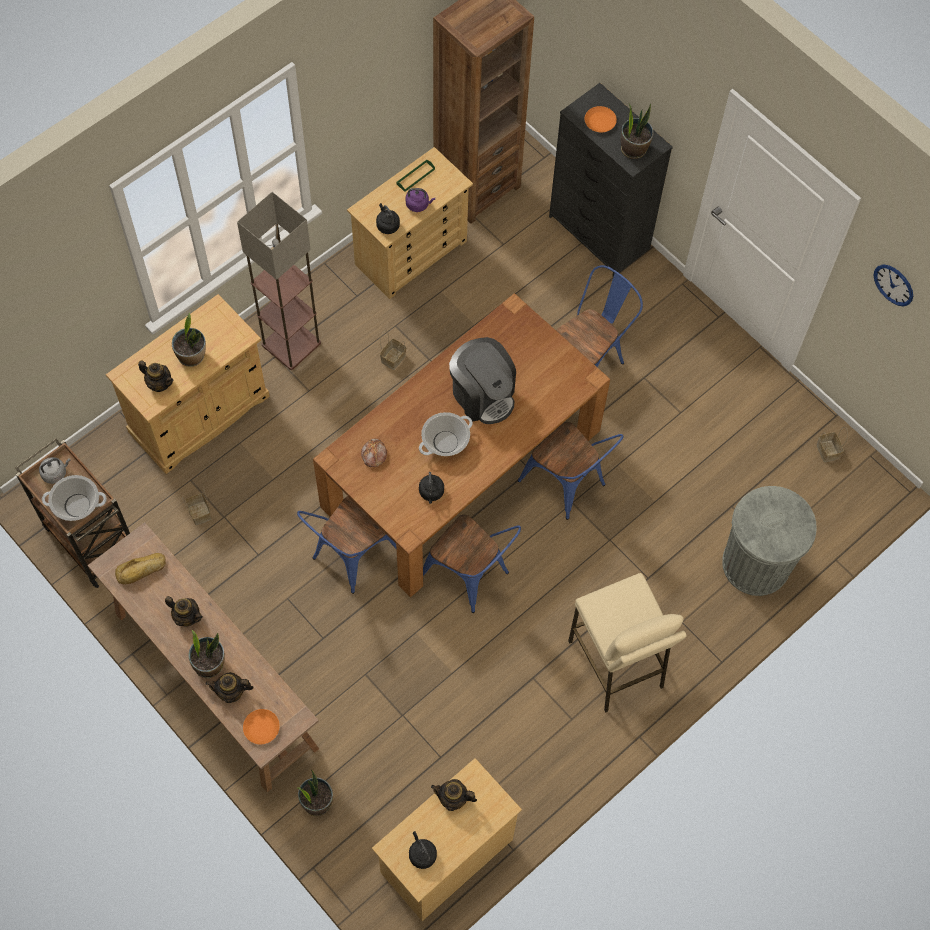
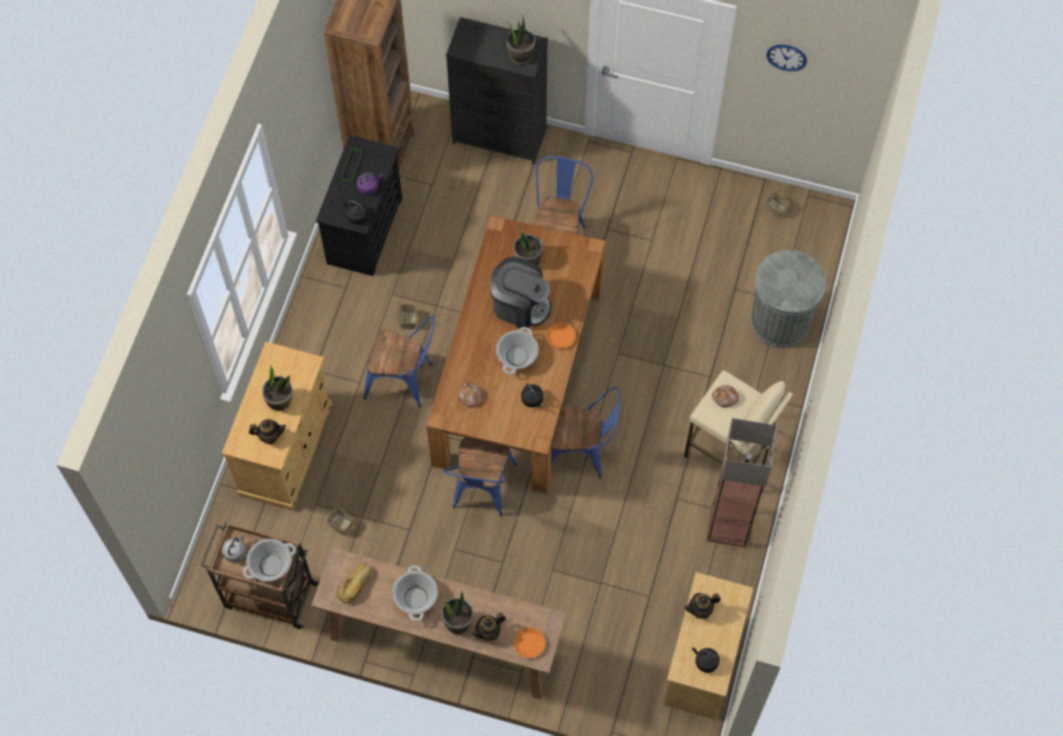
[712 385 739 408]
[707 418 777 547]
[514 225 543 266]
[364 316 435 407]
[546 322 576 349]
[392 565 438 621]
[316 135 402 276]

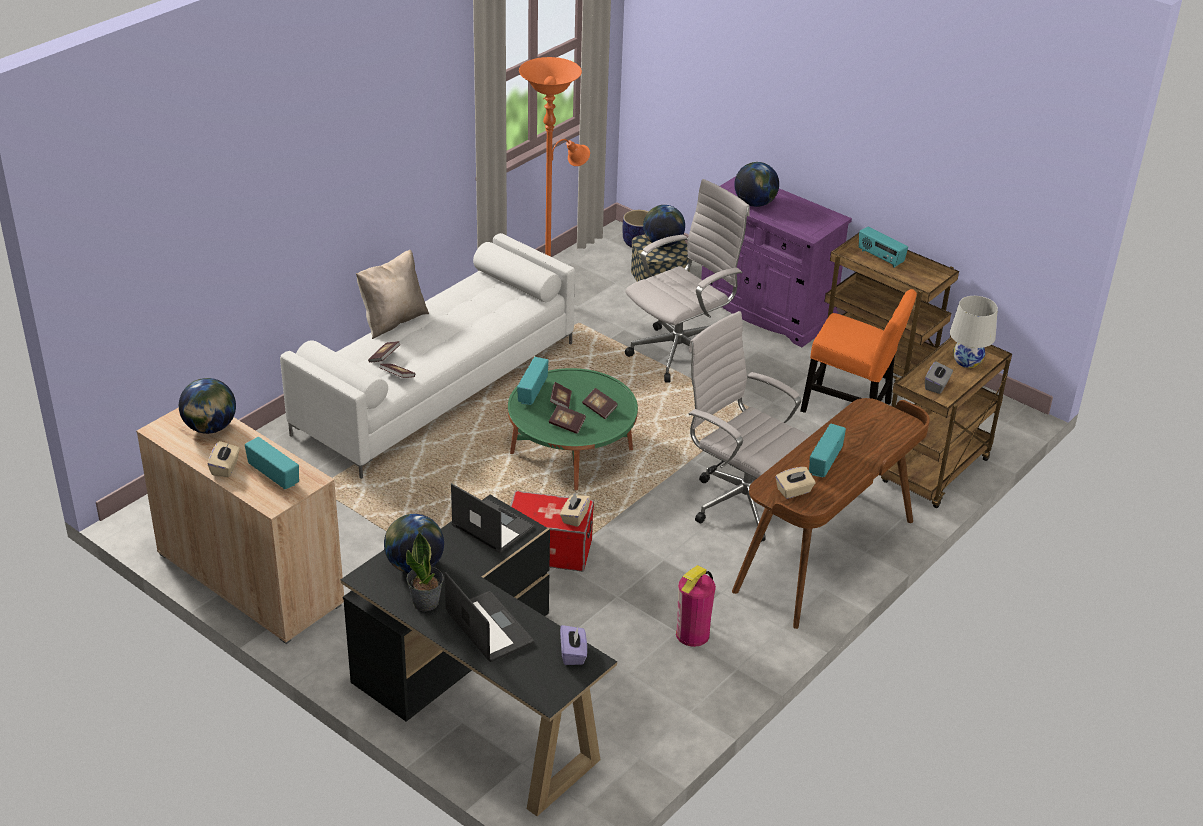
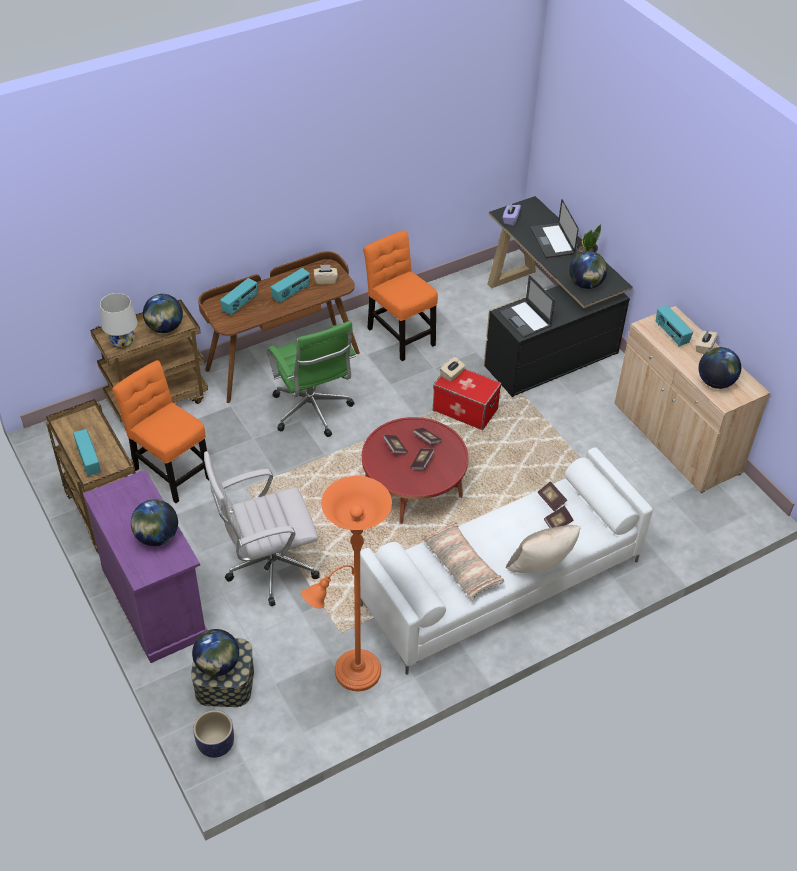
[421 522 504 600]
[220 278 257 316]
[363 230 438 361]
[143 294 183 333]
[362 417 468 524]
[267 321 356 437]

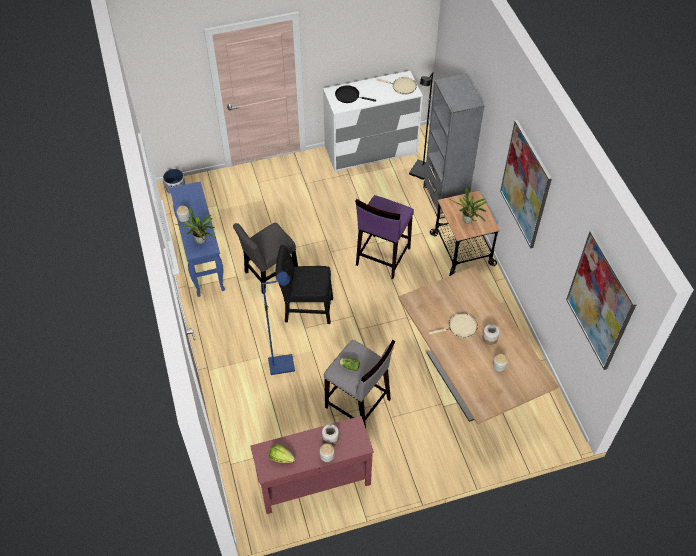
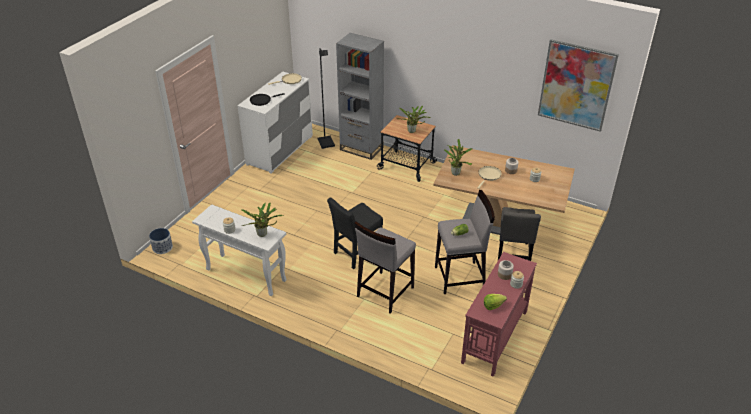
[355 195 414 279] (first image)
[500 120 552 248] (first image)
[444 139 473 176]
[498 207 541 261]
[354 221 416 314]
[192 204 287 296]

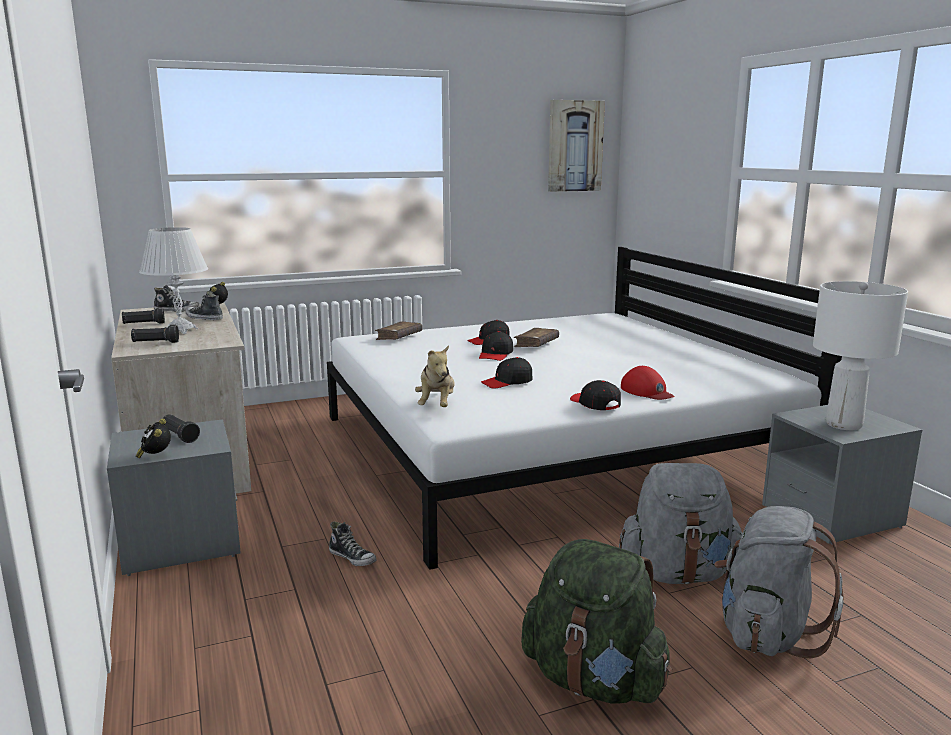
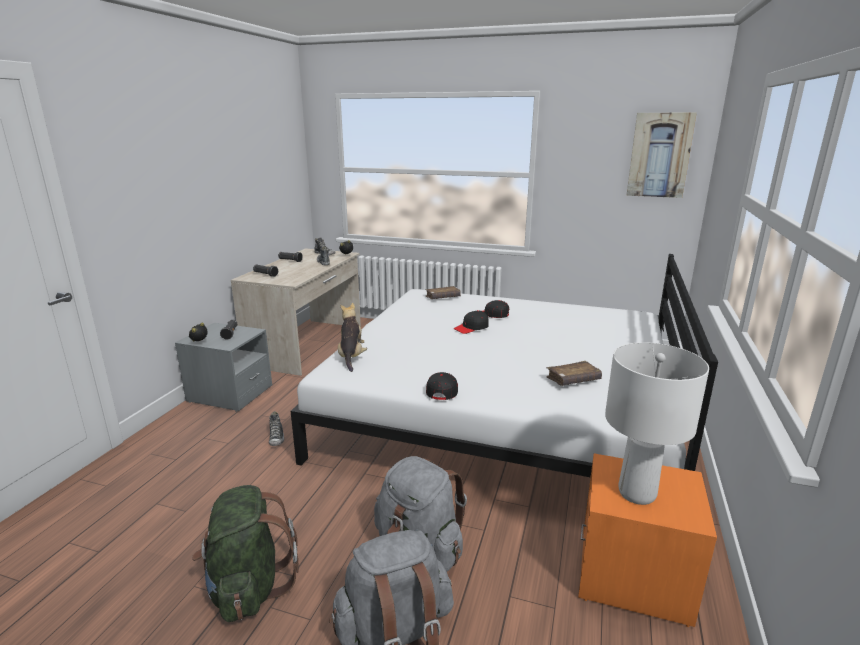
[139 227 208 334] (first image)
[481 357 533 389] (first image)
[621 366 675 400] (first image)
[546 361 602 386]
[578 453 717 627]
[338 303 367 372]

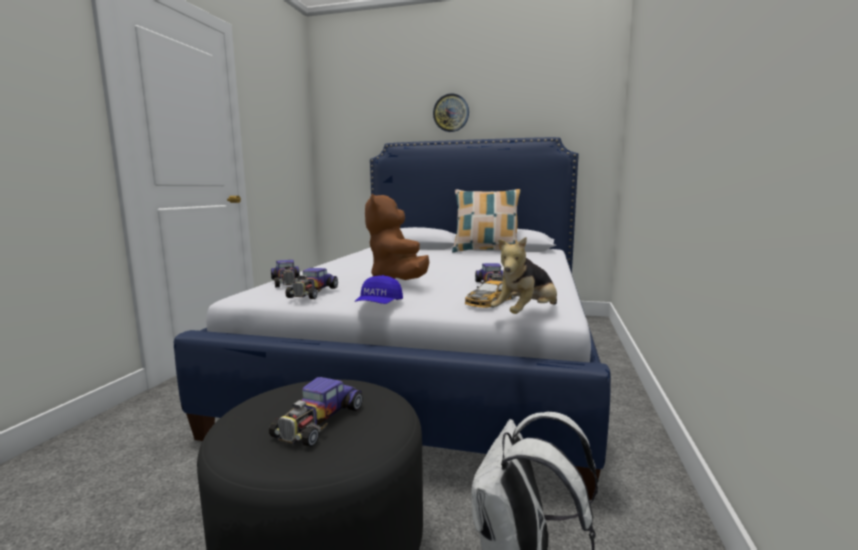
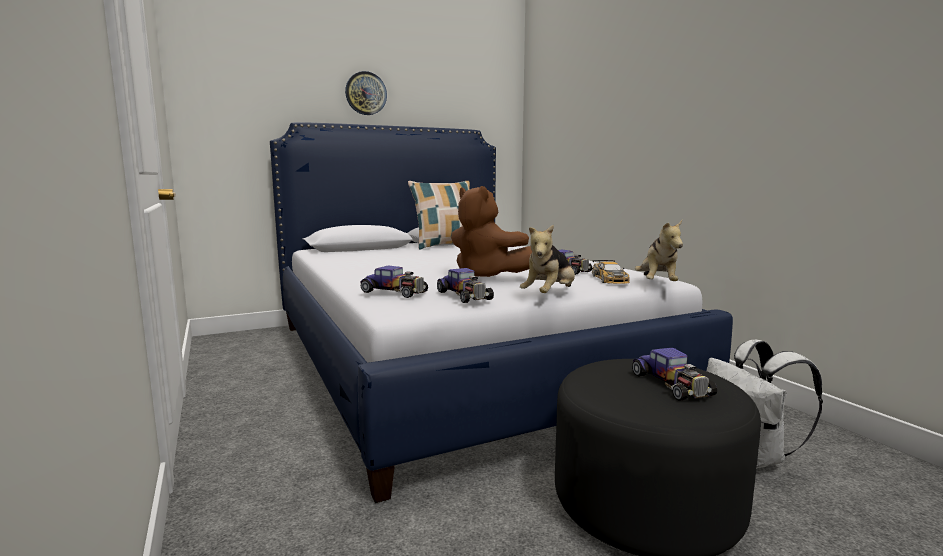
[520 225 575 293]

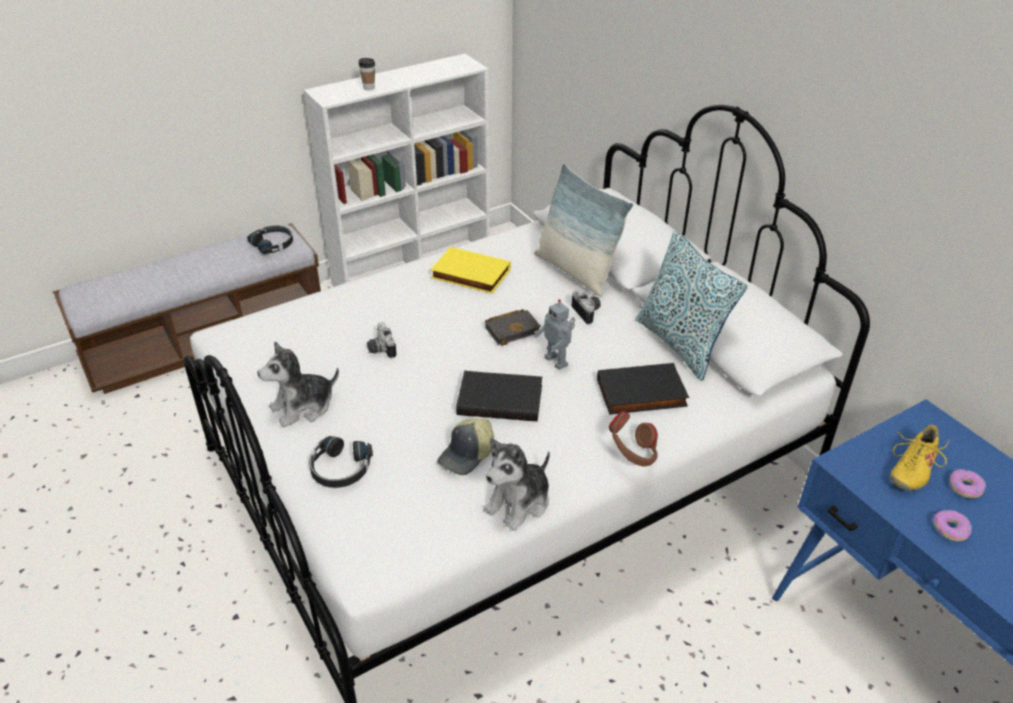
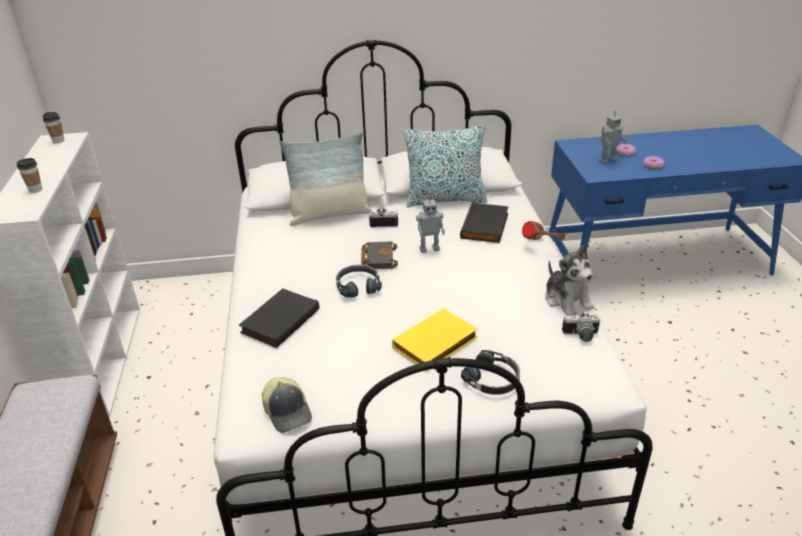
[257 341 339 428] (first image)
[43 112 64 143]
[336 265 382 298]
[562 311 600 342]
[392 308 478 372]
[262 377 312 433]
[239 288 319 348]
[599 111 628 164]

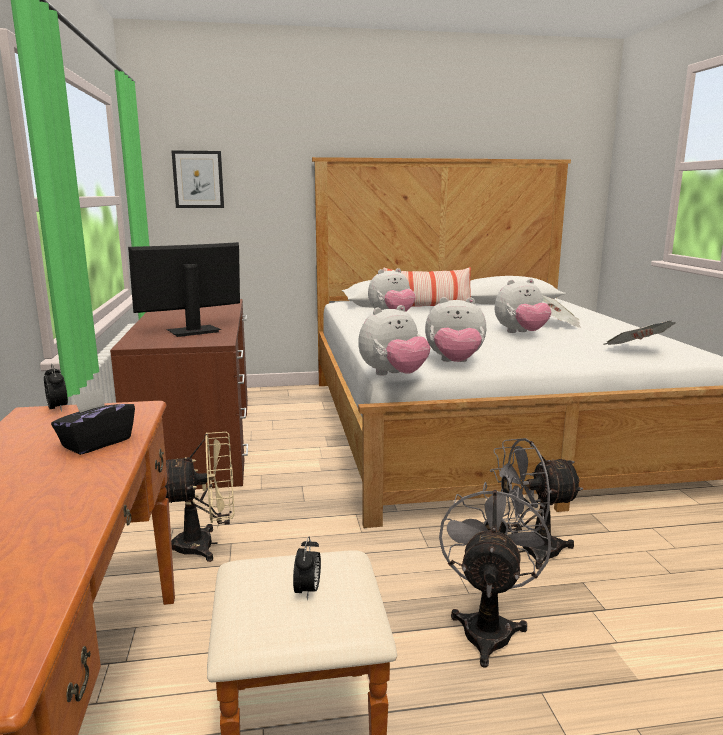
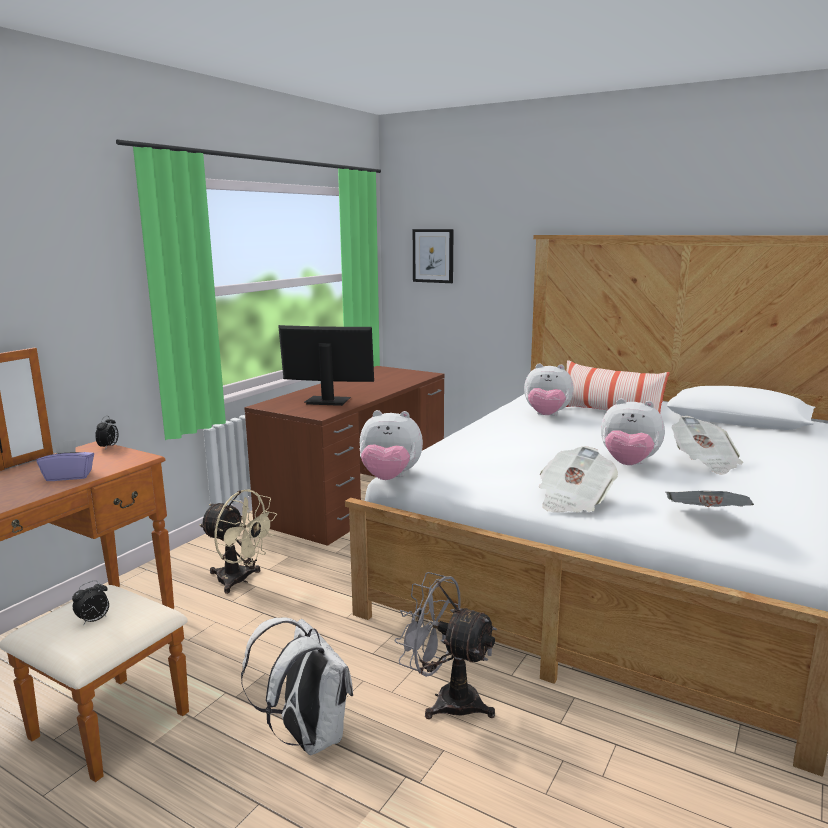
[425 297 486 362] (first image)
[539 446 618 513]
[241 617 353 755]
[36 440 94 481]

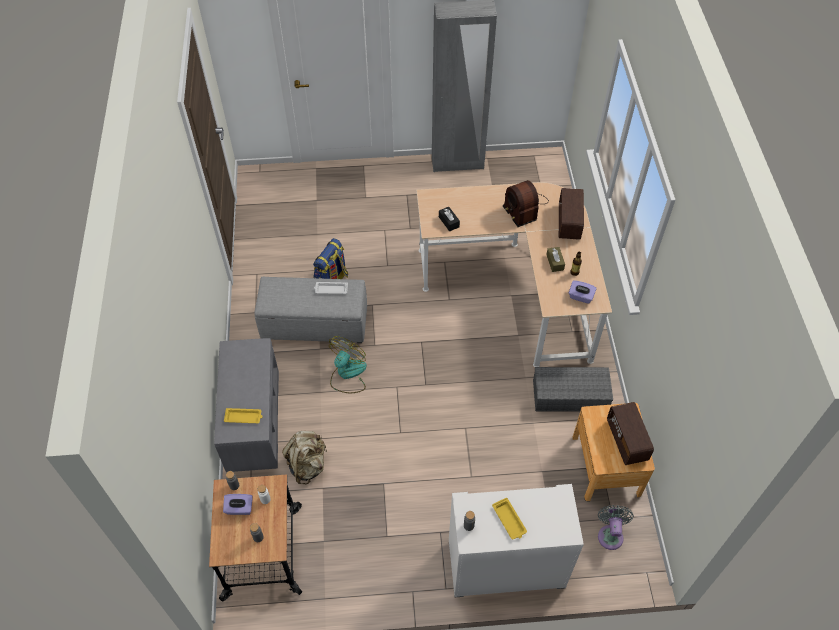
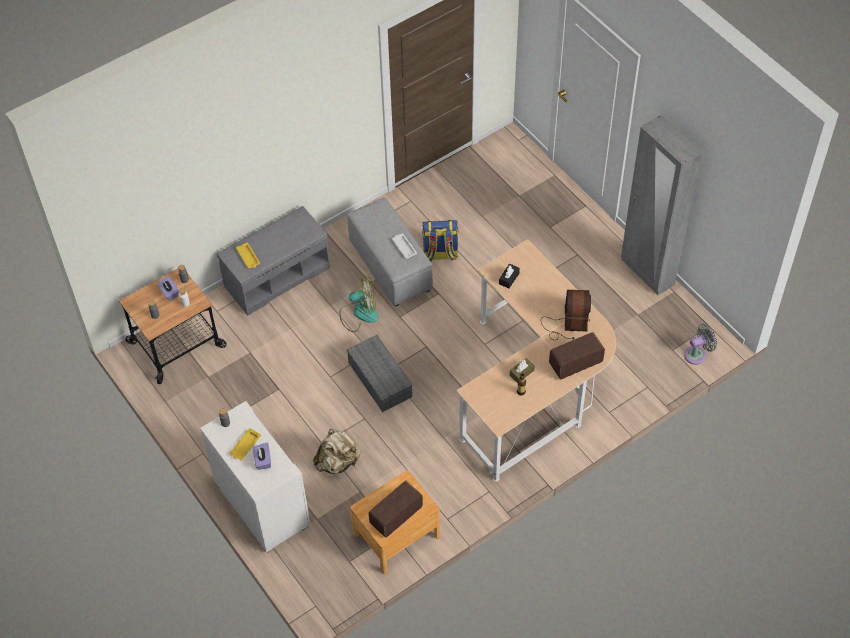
[313 428 361 474]
[347 335 413 412]
[253 443 271 470]
[684 324 717 365]
[541 290 591 340]

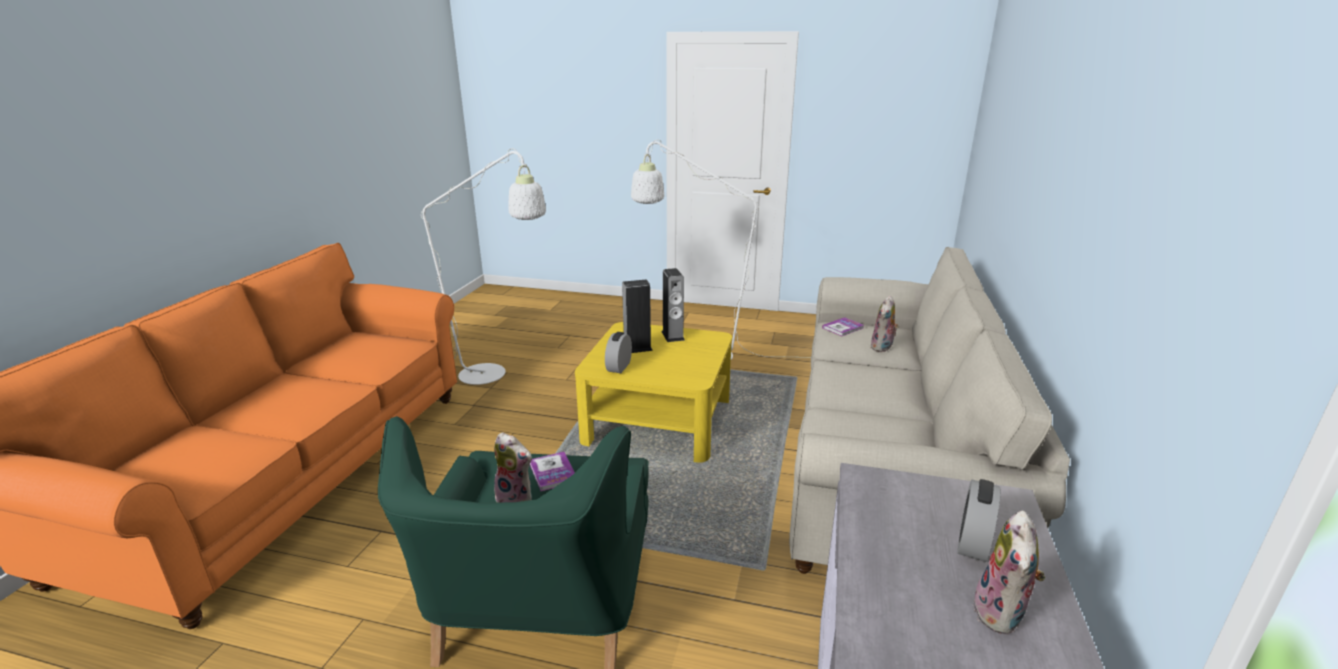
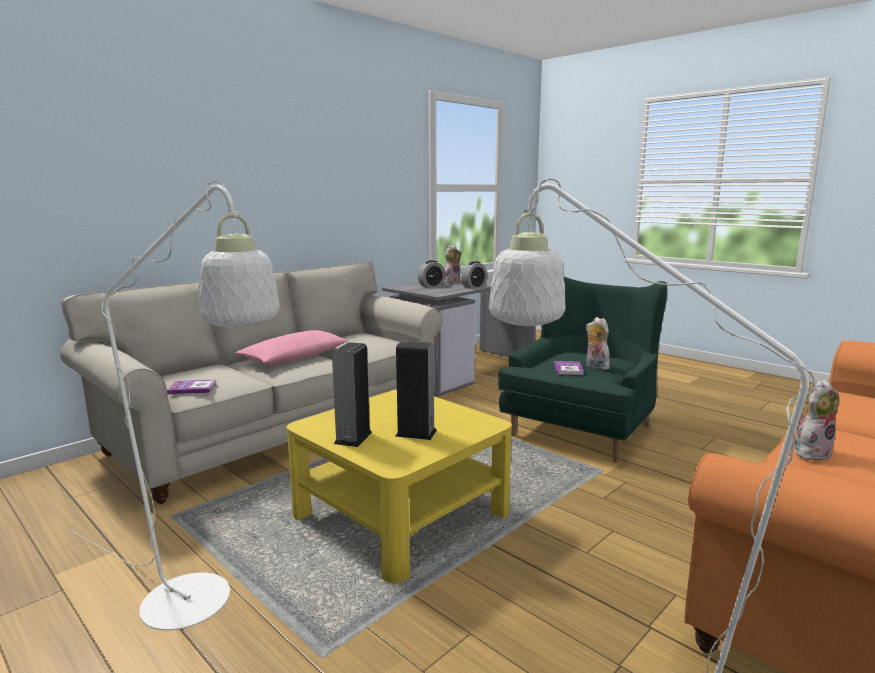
[236 330 348 365]
[461 261 487 289]
[795 379 839 460]

